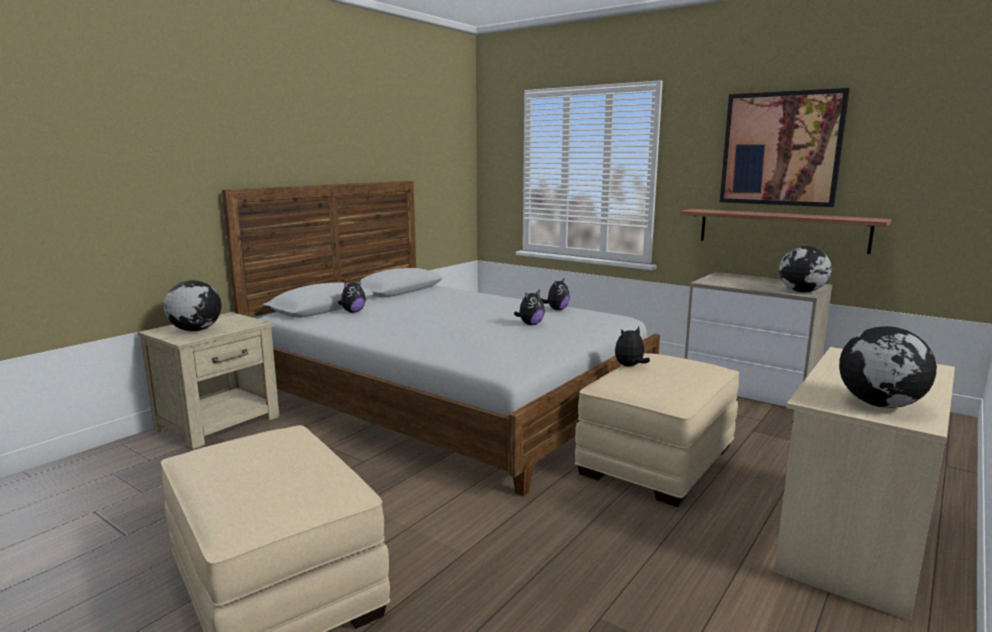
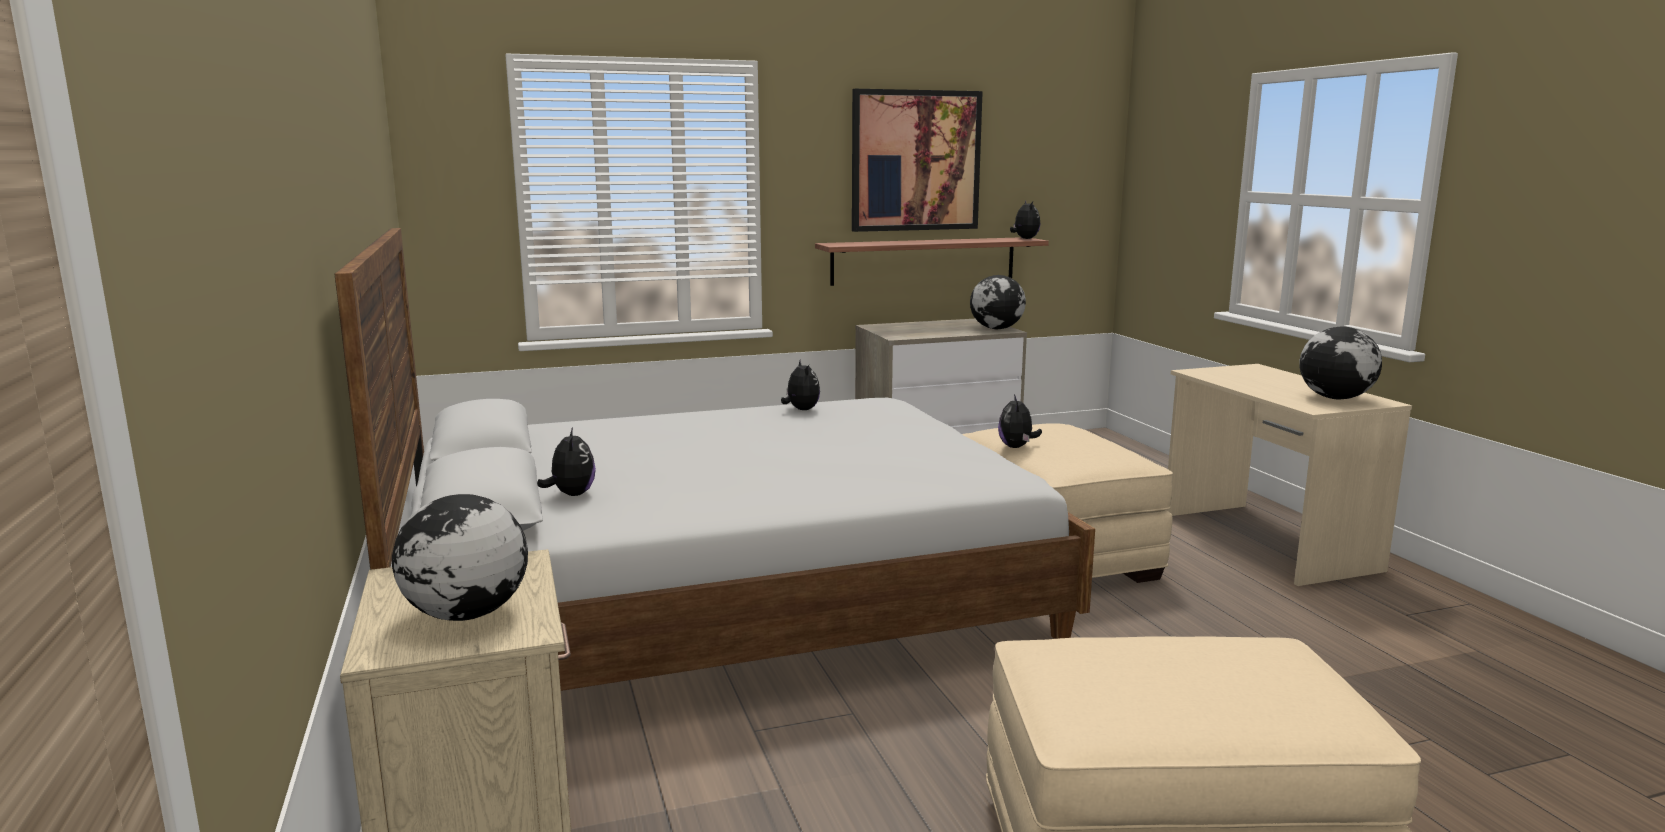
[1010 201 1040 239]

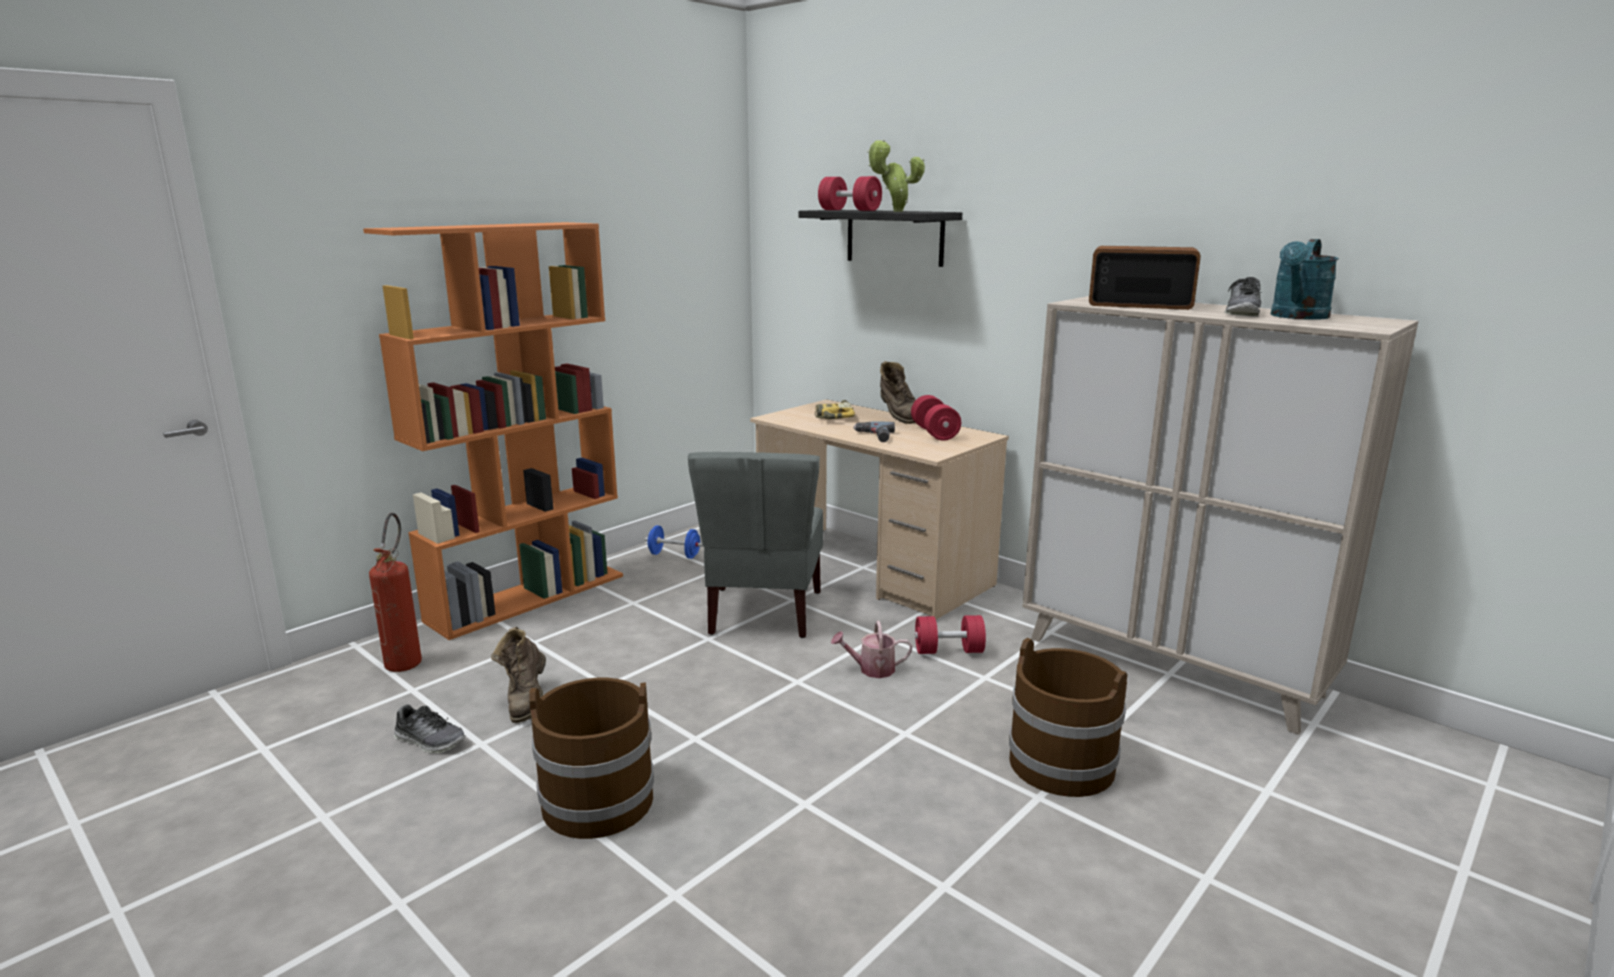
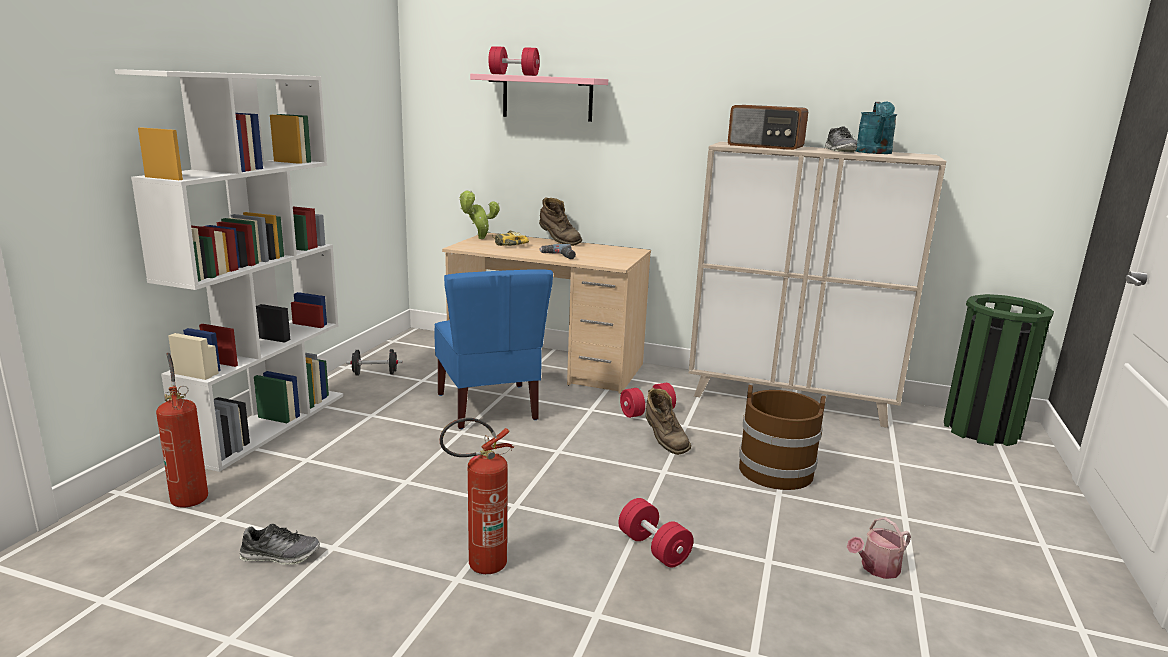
[944 294 1054 446]
[646 388 691 455]
[847 517 911 579]
[459 190 500 239]
[619 498 694 567]
[439 418 514 574]
[115 69 343 472]
[346 349 402 375]
[434 269 553 429]
[470 74 608 122]
[728 105 808 150]

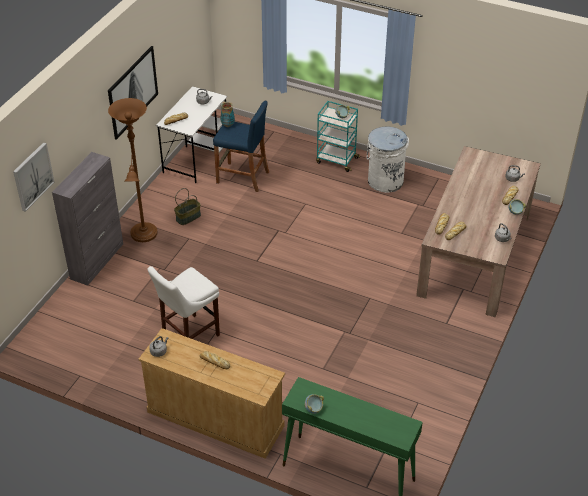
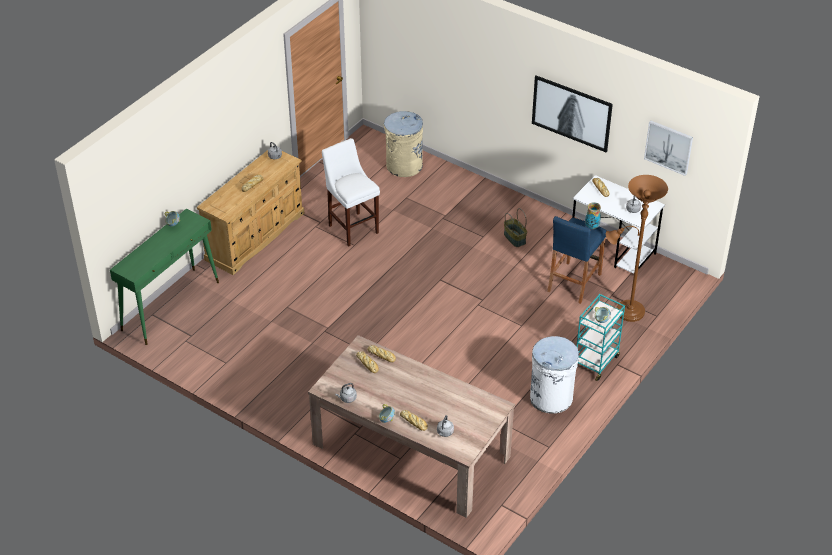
[52 152 123 286] (first image)
[384 111 423 177]
[644 121 693 176]
[606 175 668 322]

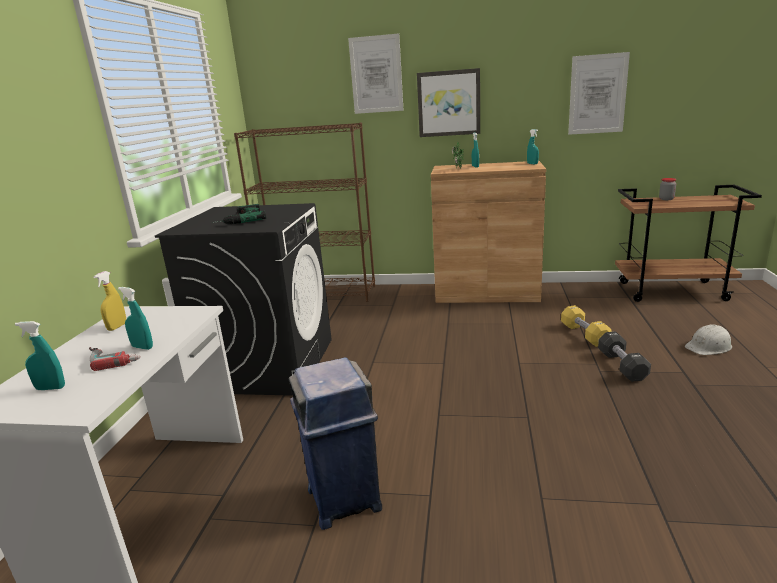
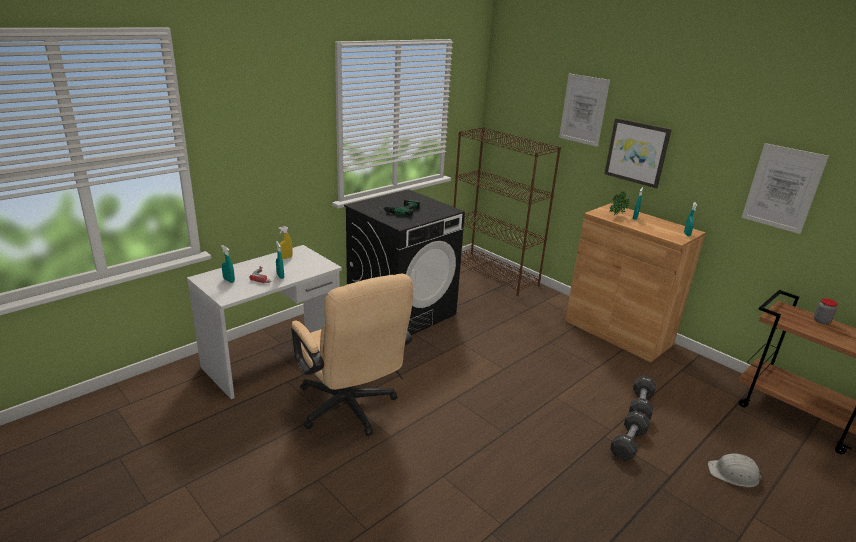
[291 274 413 436]
[629 376 656 420]

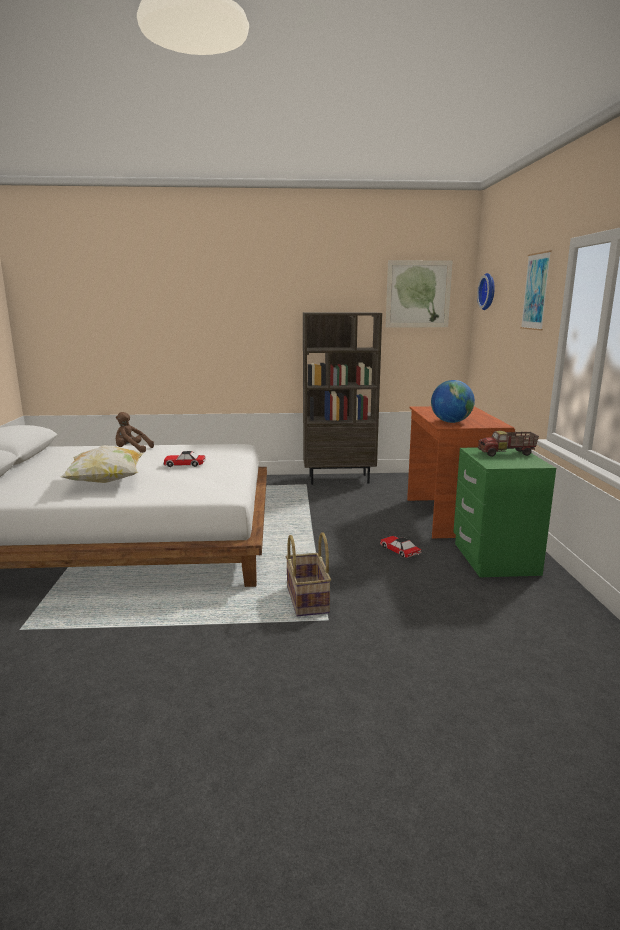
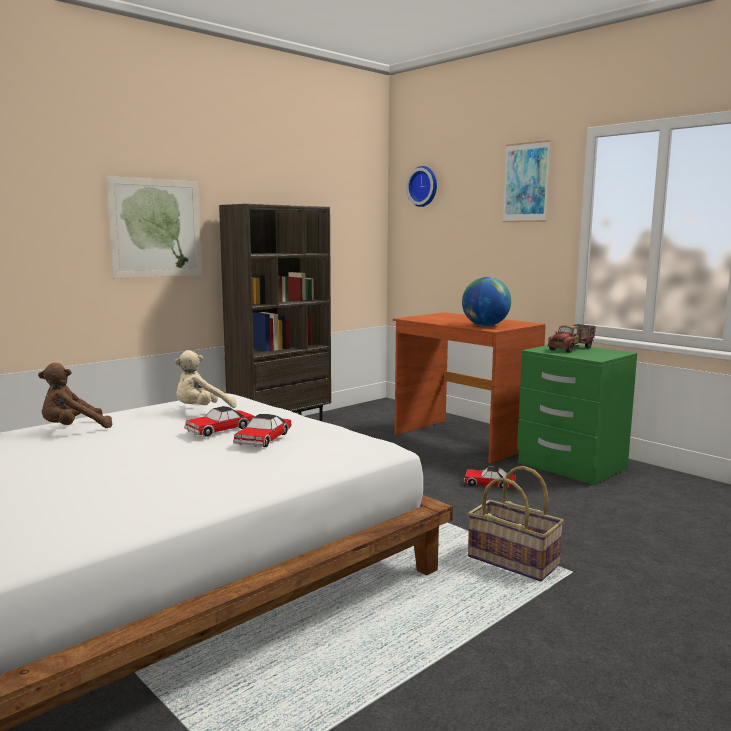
[61 445 144 483] (first image)
[174 350 237 408]
[233 414 292 447]
[106 176 202 279]

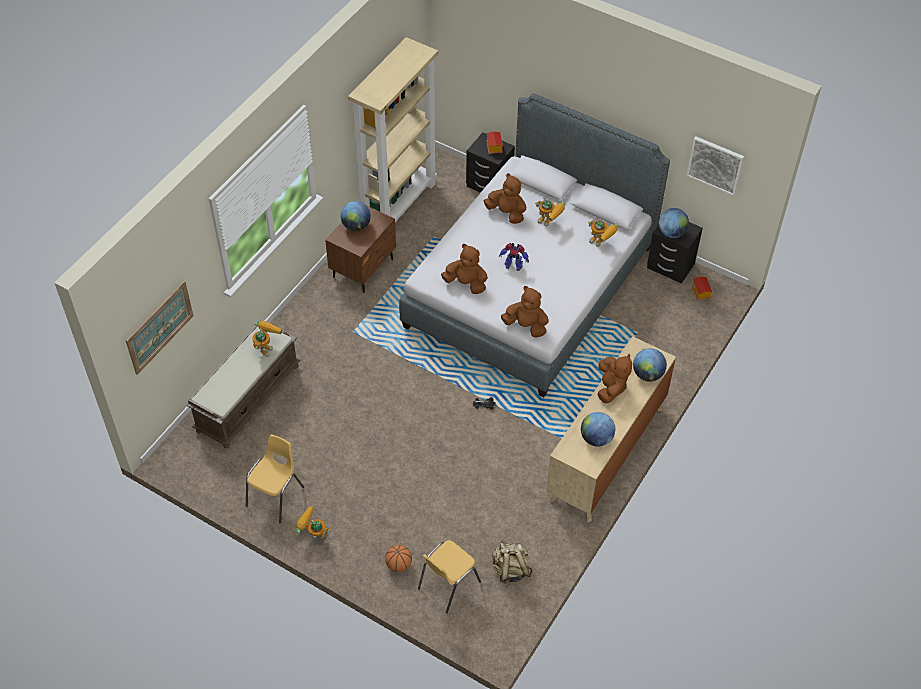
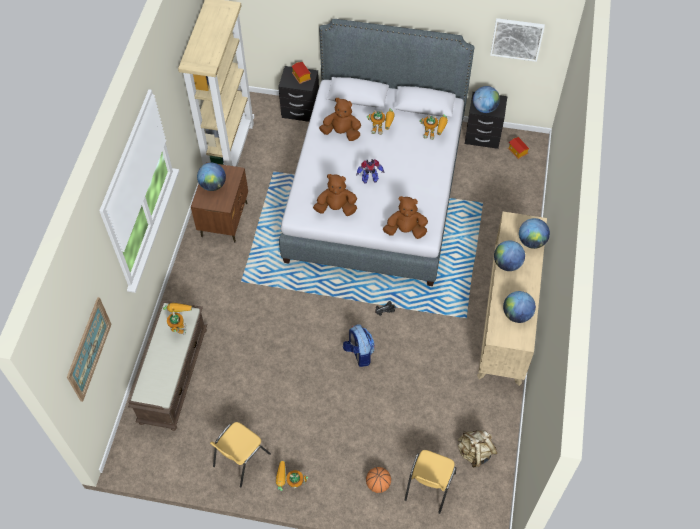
[343 324 375 367]
[494 240 525 271]
[210 422 271 487]

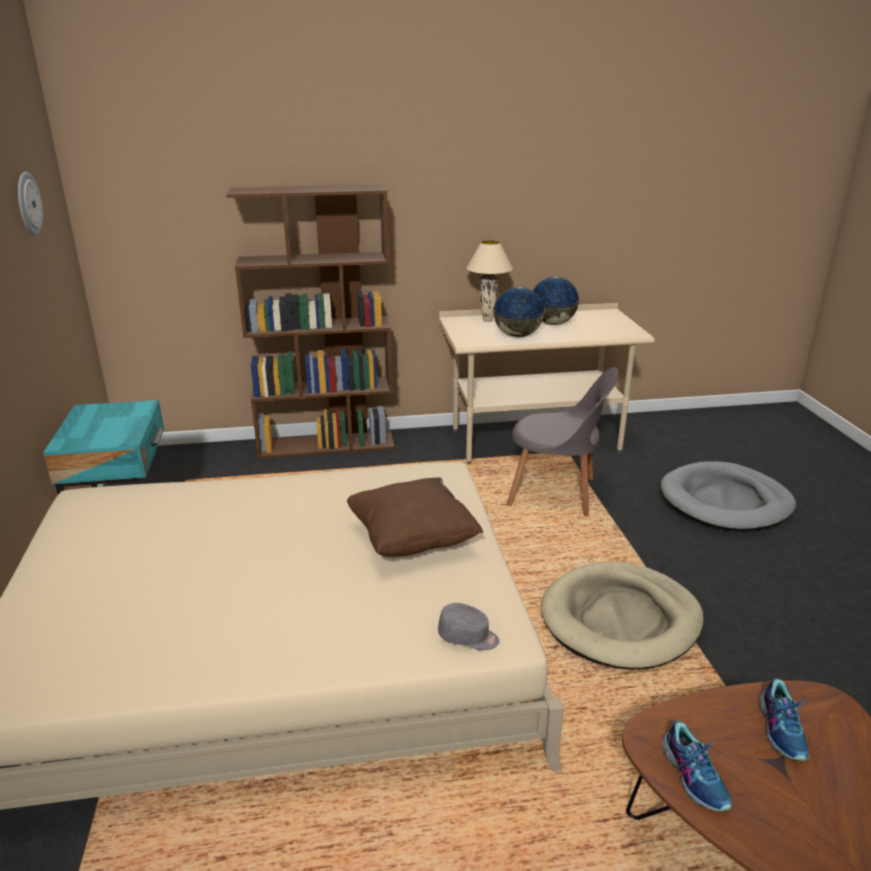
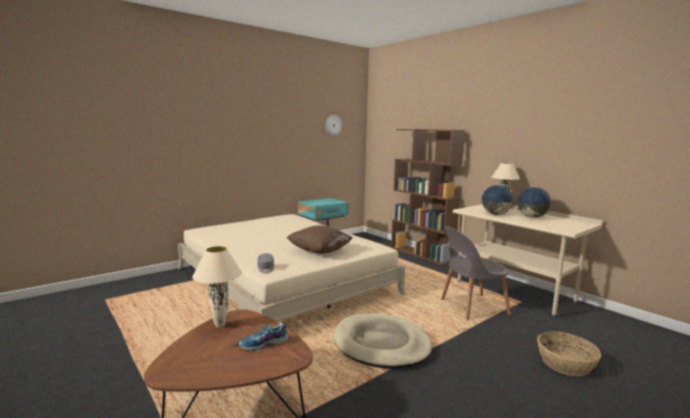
[537 332 601 376]
[192 246 242 328]
[441 226 511 321]

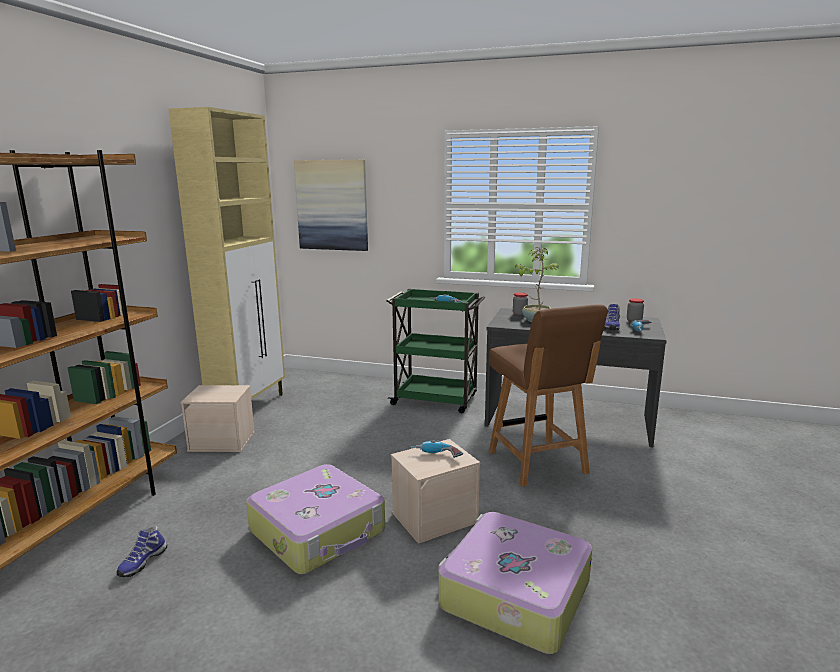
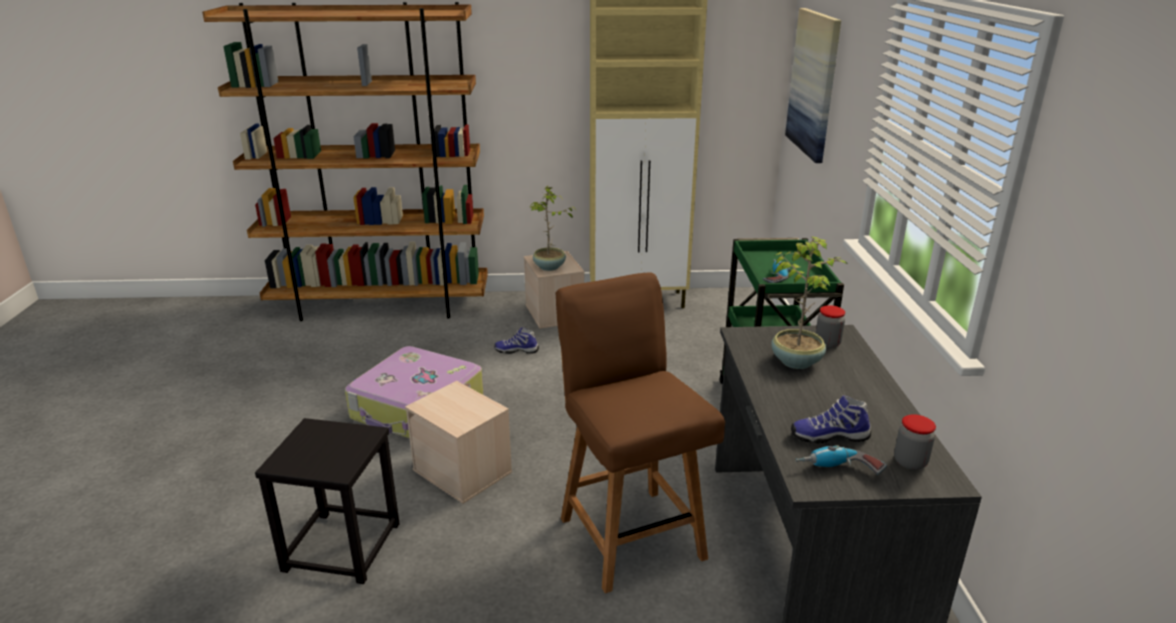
[411 440 463 458] (first image)
[530 186 577 271]
[494 327 539 354]
[255 418 400 584]
[555 272 725 593]

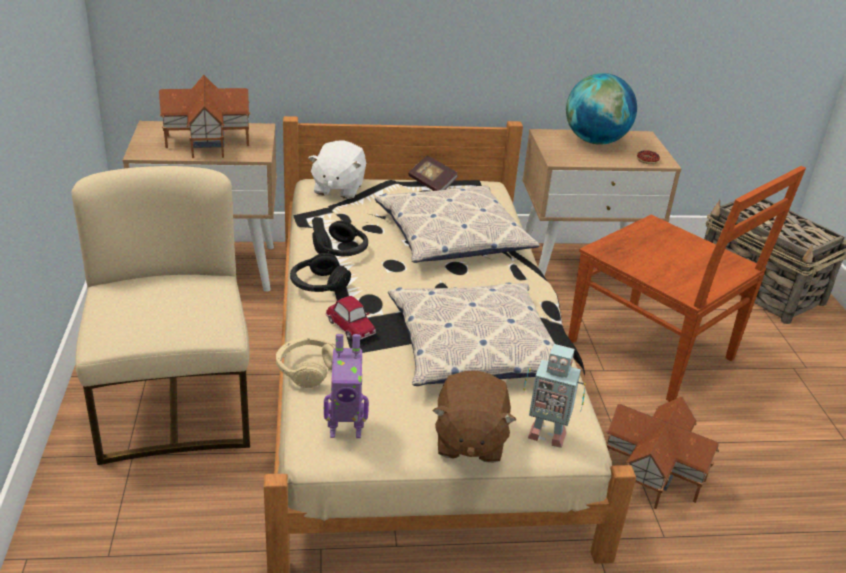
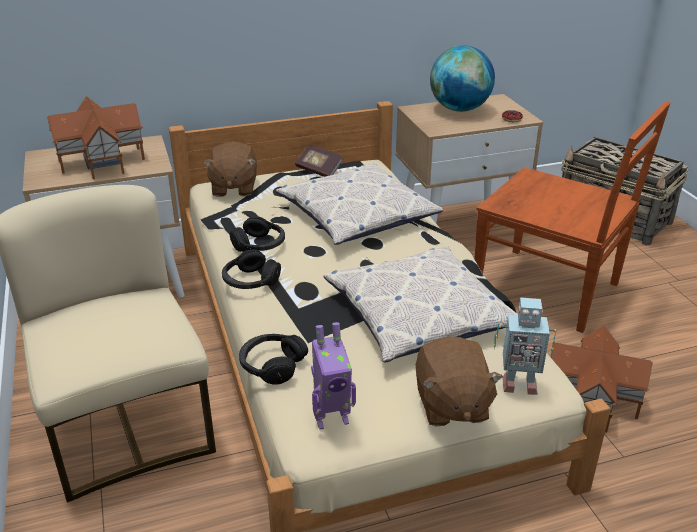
[326 296 376 340] (first image)
[239 334 308 385]
[203 141 257 197]

